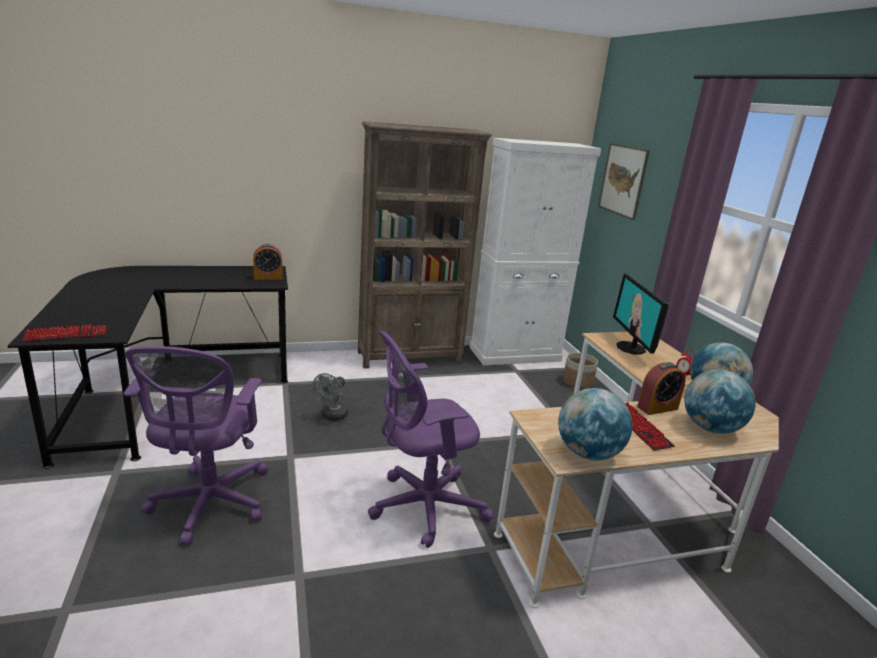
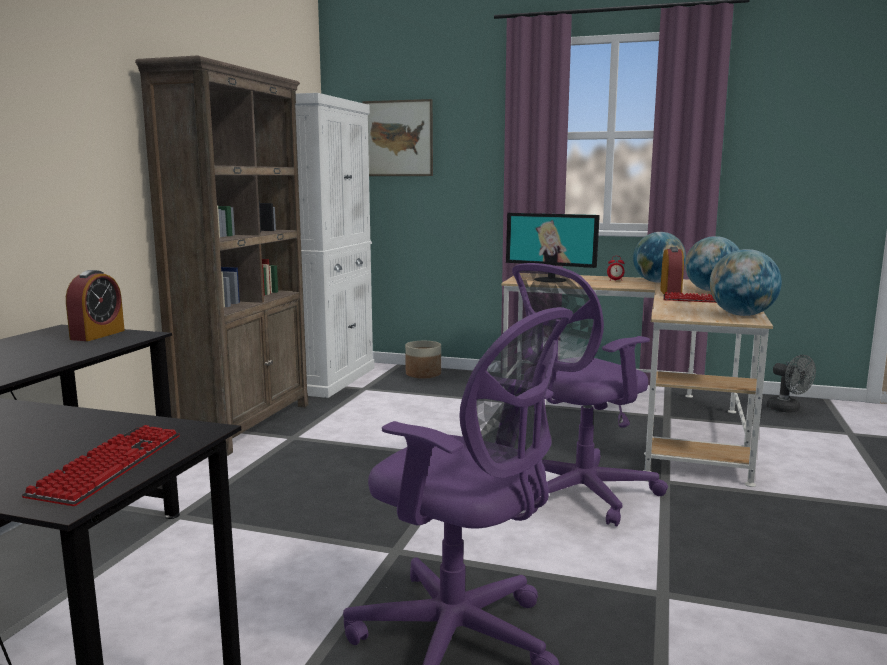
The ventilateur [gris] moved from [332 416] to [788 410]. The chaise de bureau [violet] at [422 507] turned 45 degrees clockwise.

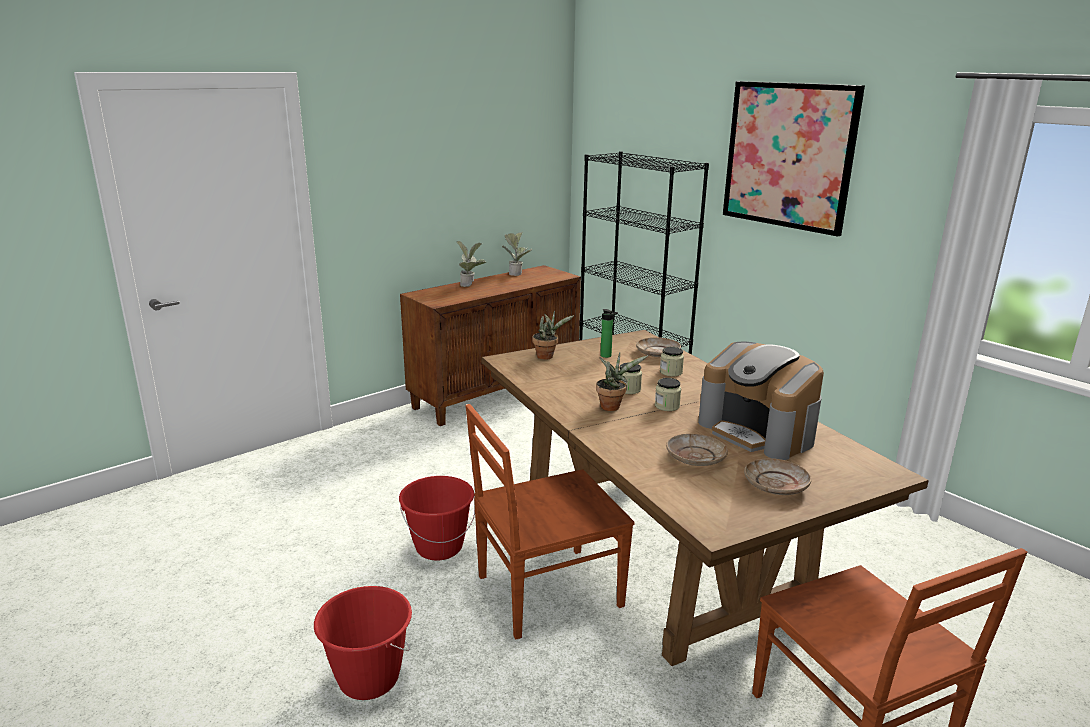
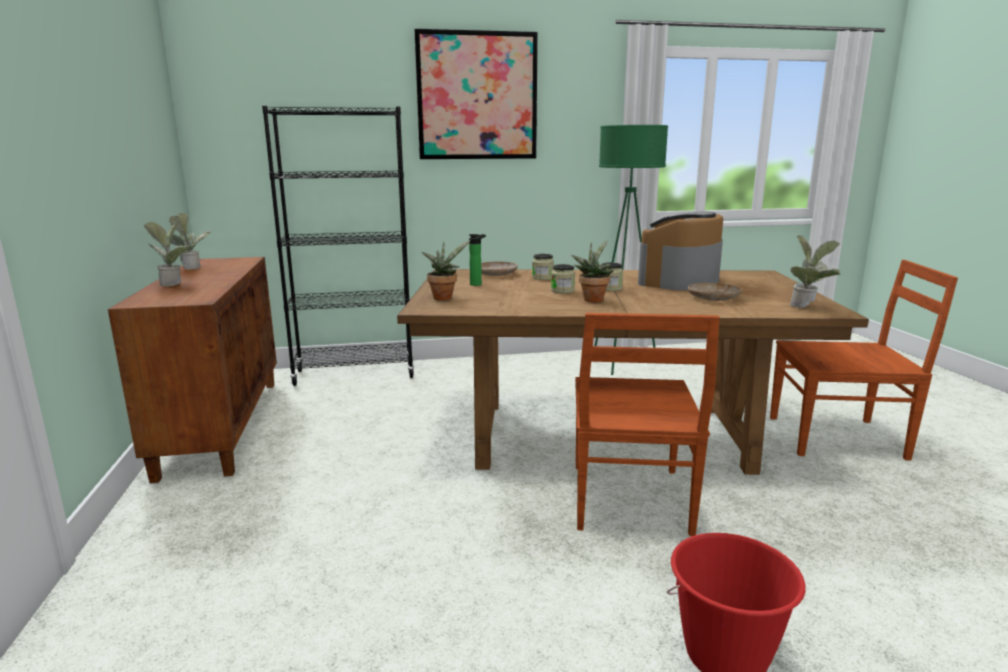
The seau [rouge] at [439 547] disappeared. The assiette [beige] at [776 485] disappeared. The lampadaire [vert] at [621 363] appeared. The plante en pot at [808 307] appeared. The machine à café at [758 431] turned 135 degrees clockwise.

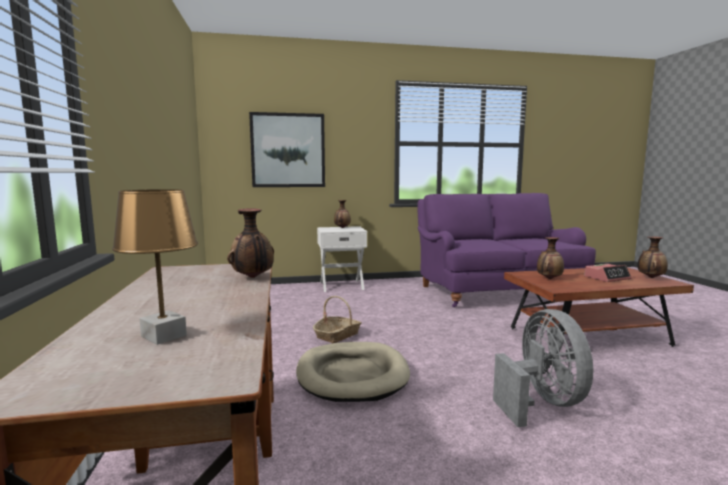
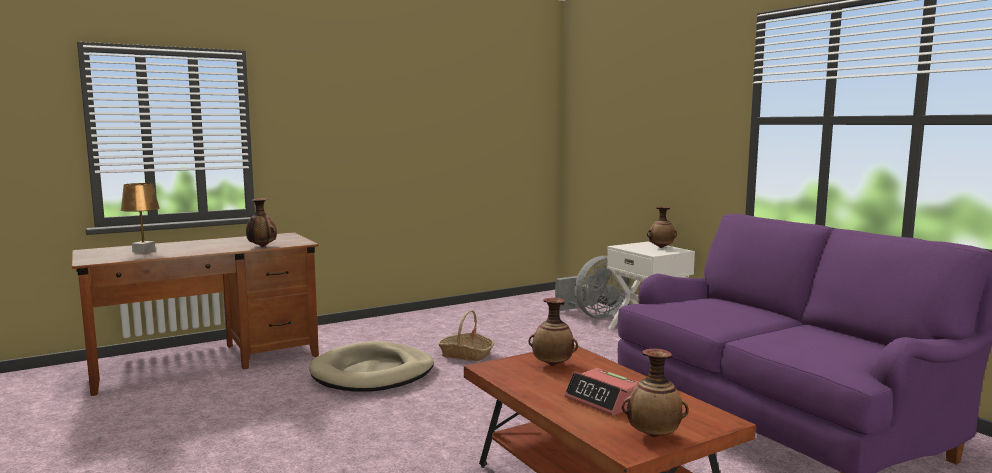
The tableau at [288 150] disappeared. The ventilateur [gris] moved from [541 403] to [594 316].

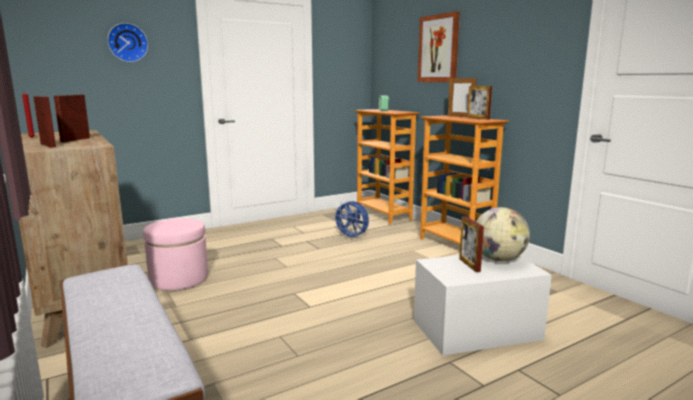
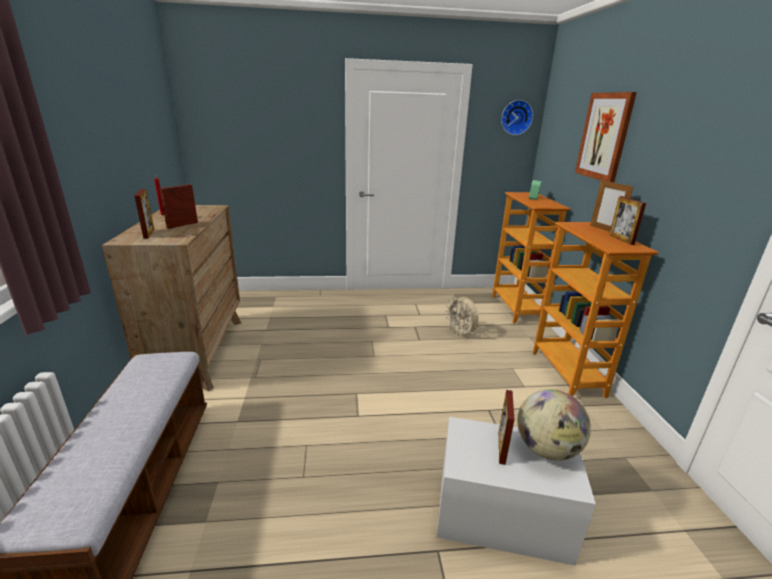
The pouf [rose] at [179 279] disappeared. The horloge murale moved from [127 42] to [516 117]. The ventilateur [bleu] at [352 238] became the ventilateur [beige] at [461 333].

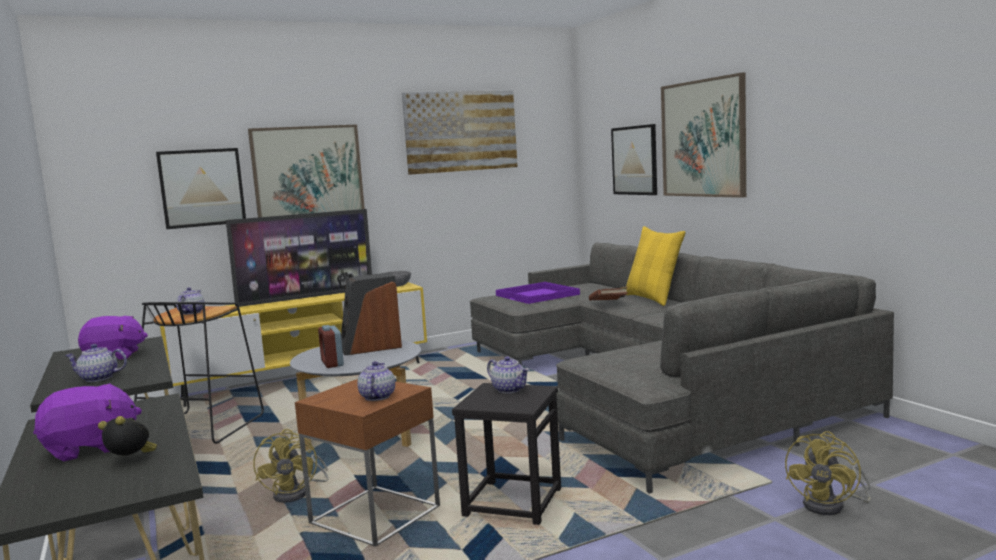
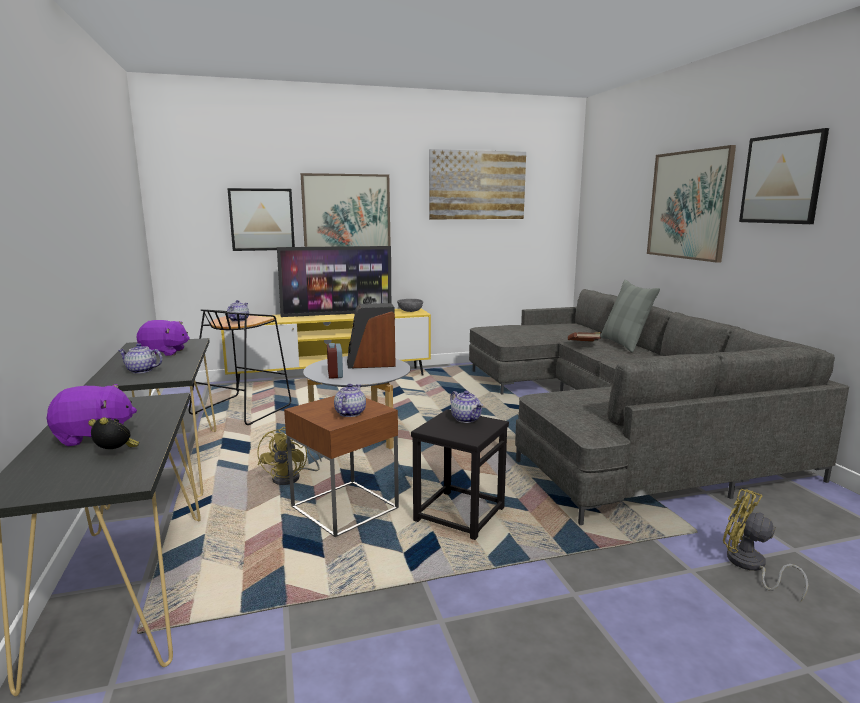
The plateau [violet] at [538 295] disappeared. The tableau moved from [634 160] to [782 179]. The coussin [jaune] at [653 298] became the coussin [gris] at [624 344]. The ventilateur [jaune] at [831 506] turned 90 degrees clockwise.

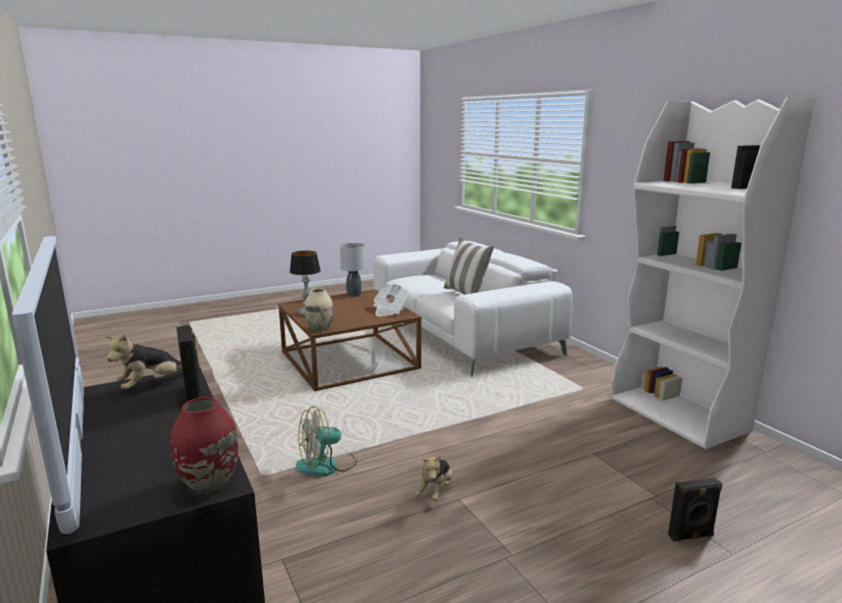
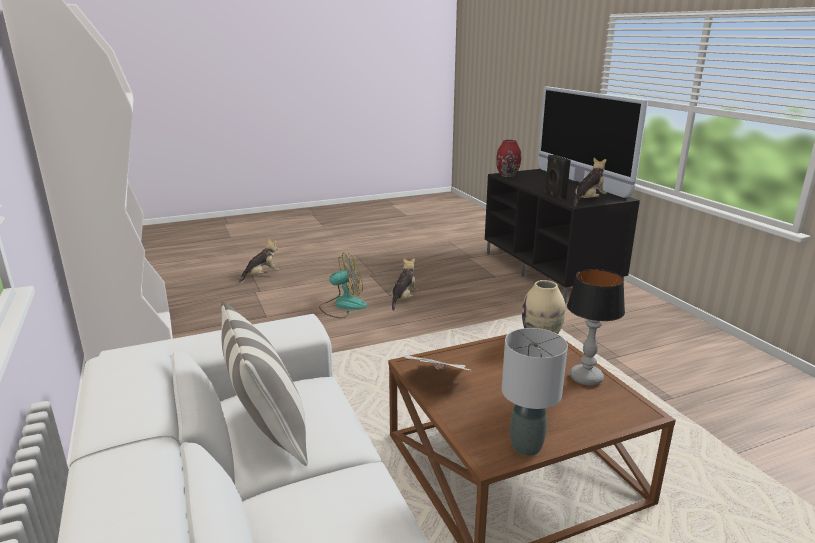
The ventilateur moved from [327 465] to [342 306]. The enceinte [noir] at [691 536] was replaced by the peluche at [261 276].

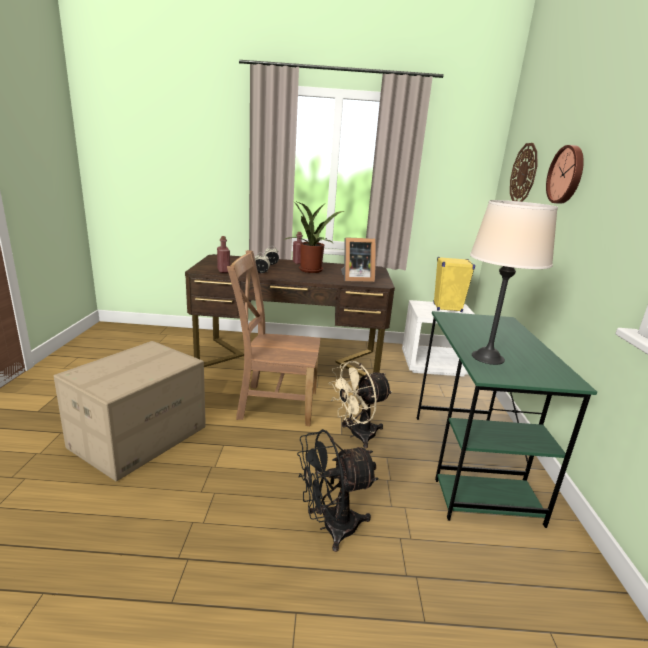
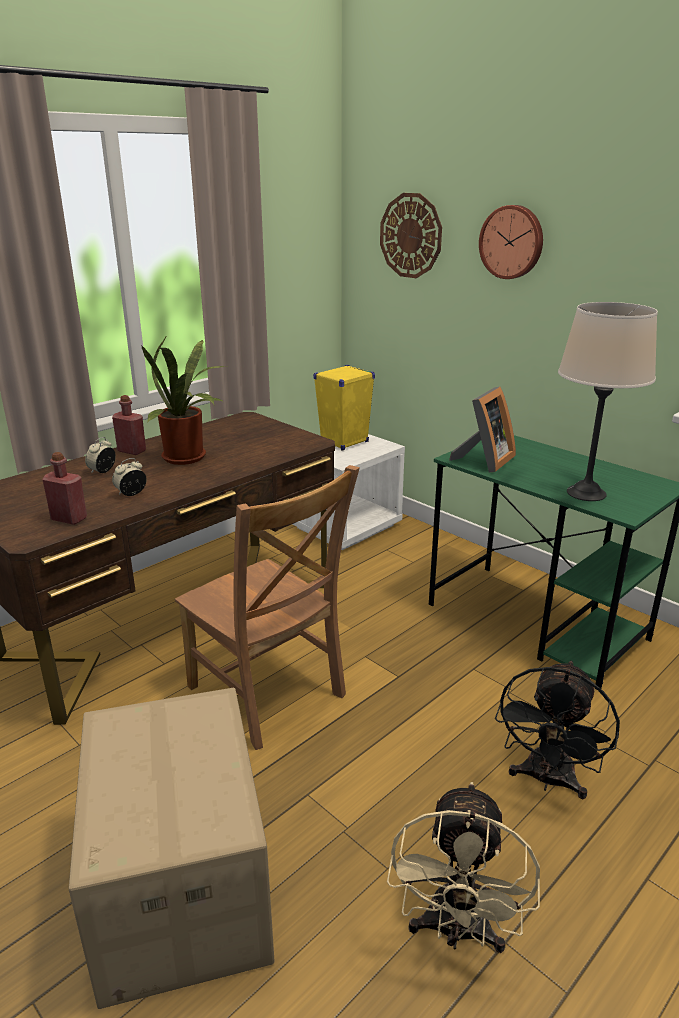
The ventilateur [beige] moved from [356 435] to [456 932]. The cadre photo moved from [355 279] to [484 461]. The chaise [marron] at [274 404] turned 90 degrees counterclockwise.

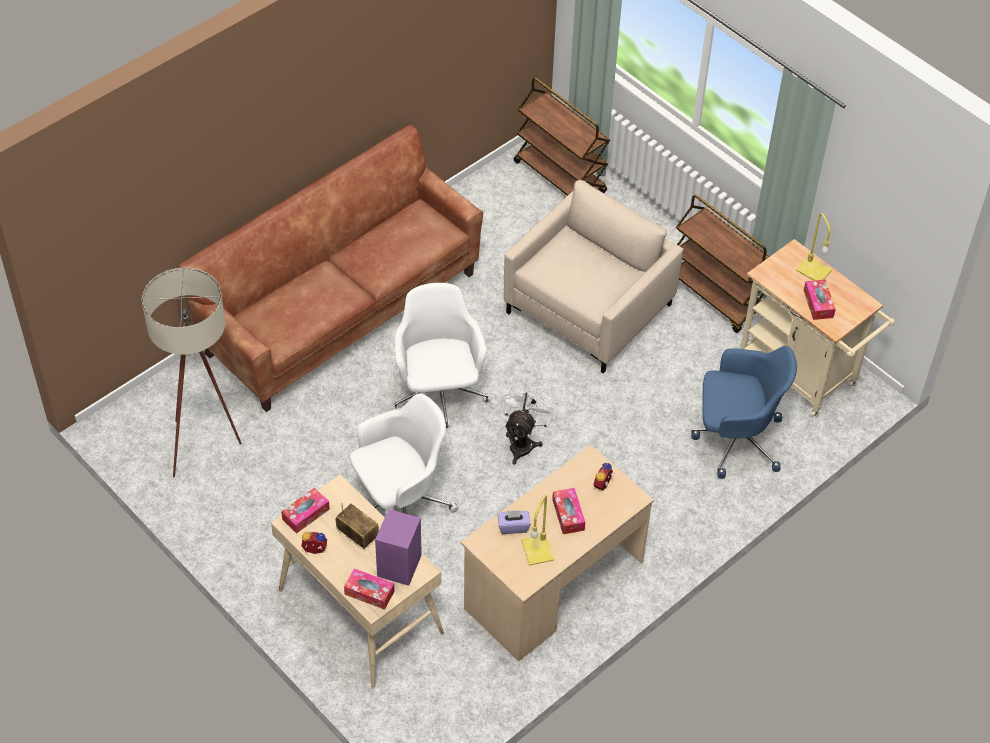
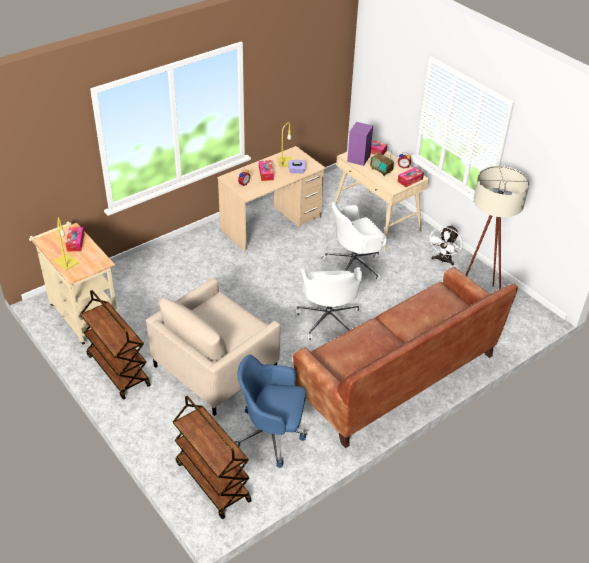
The ventilateur [blanc] moved from [523 442] to [443 260]. The chaise de bureau [bleu] moved from [735 439] to [272 434].

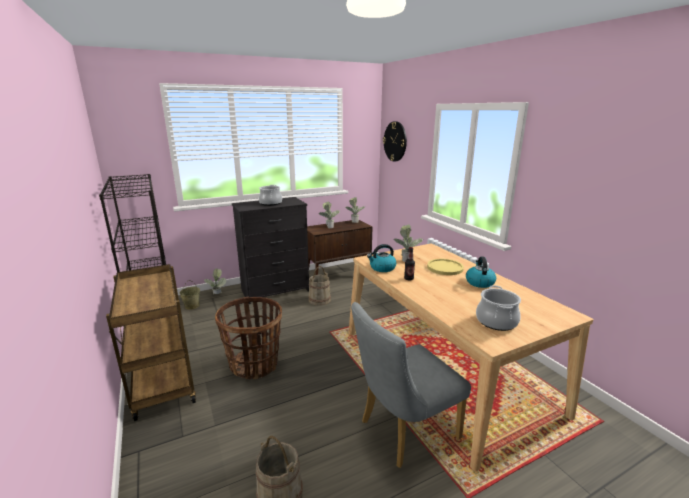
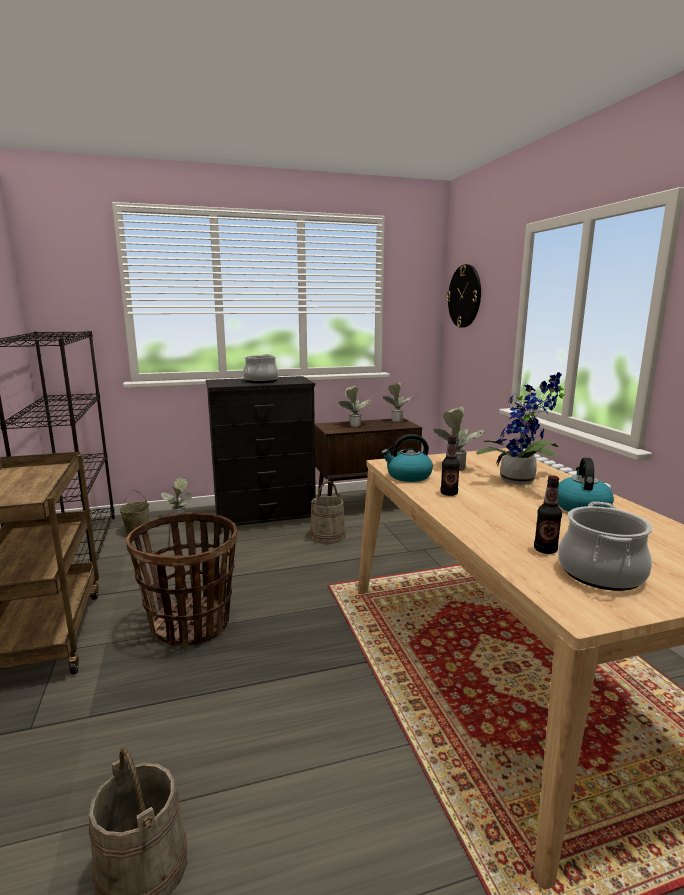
The chaise [gris] at [403 431] disappeared. The bouteille at [545 550] appeared. The assiette [jaune] at [445 268] was replaced by the plante en pot at [521 482].

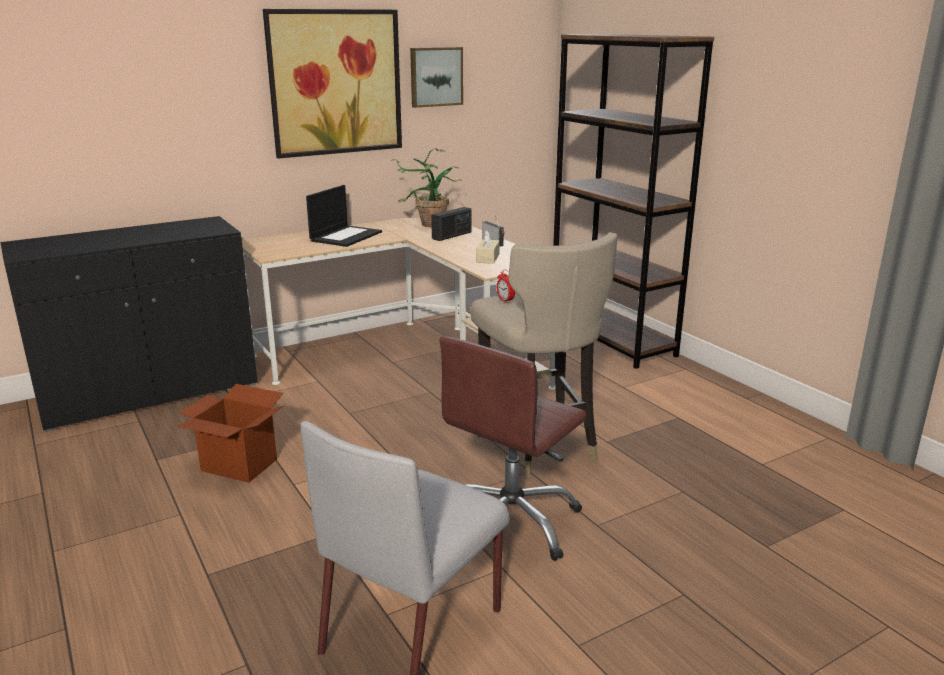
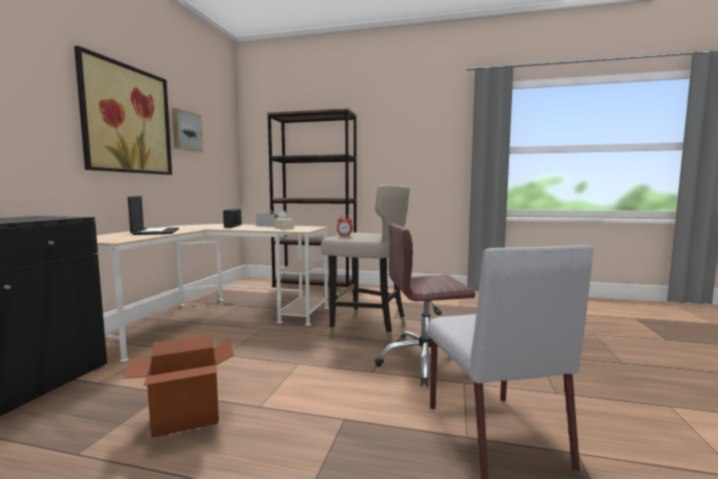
The plante en pot at [427 225] disappeared. The chaise de bureau [marron] at [511 522] turned 90 degrees clockwise.

